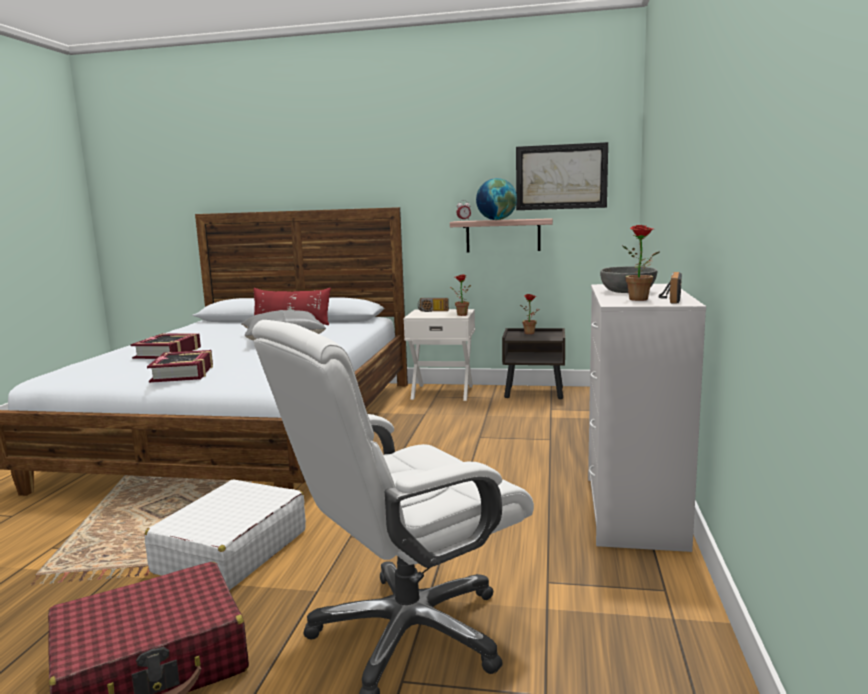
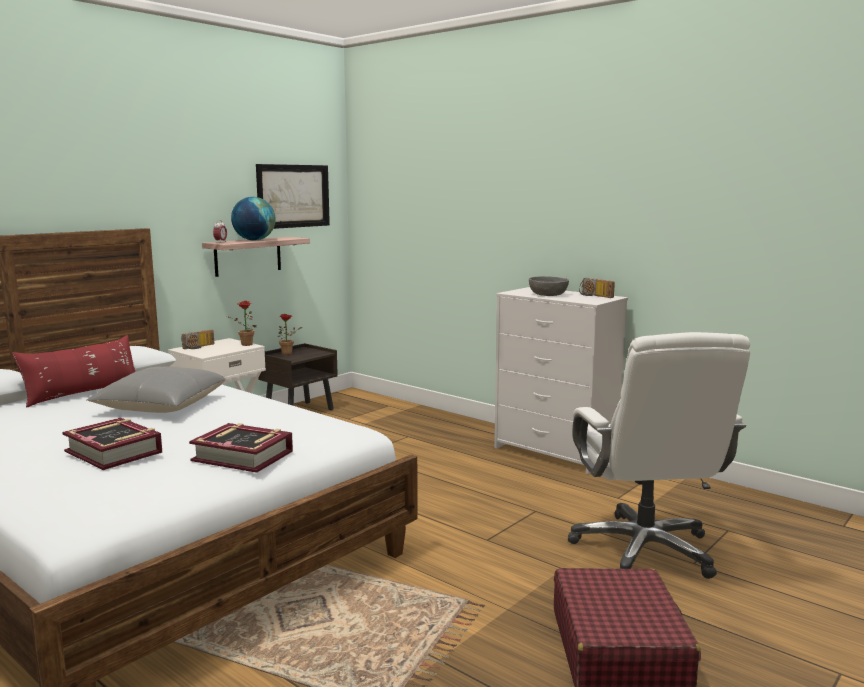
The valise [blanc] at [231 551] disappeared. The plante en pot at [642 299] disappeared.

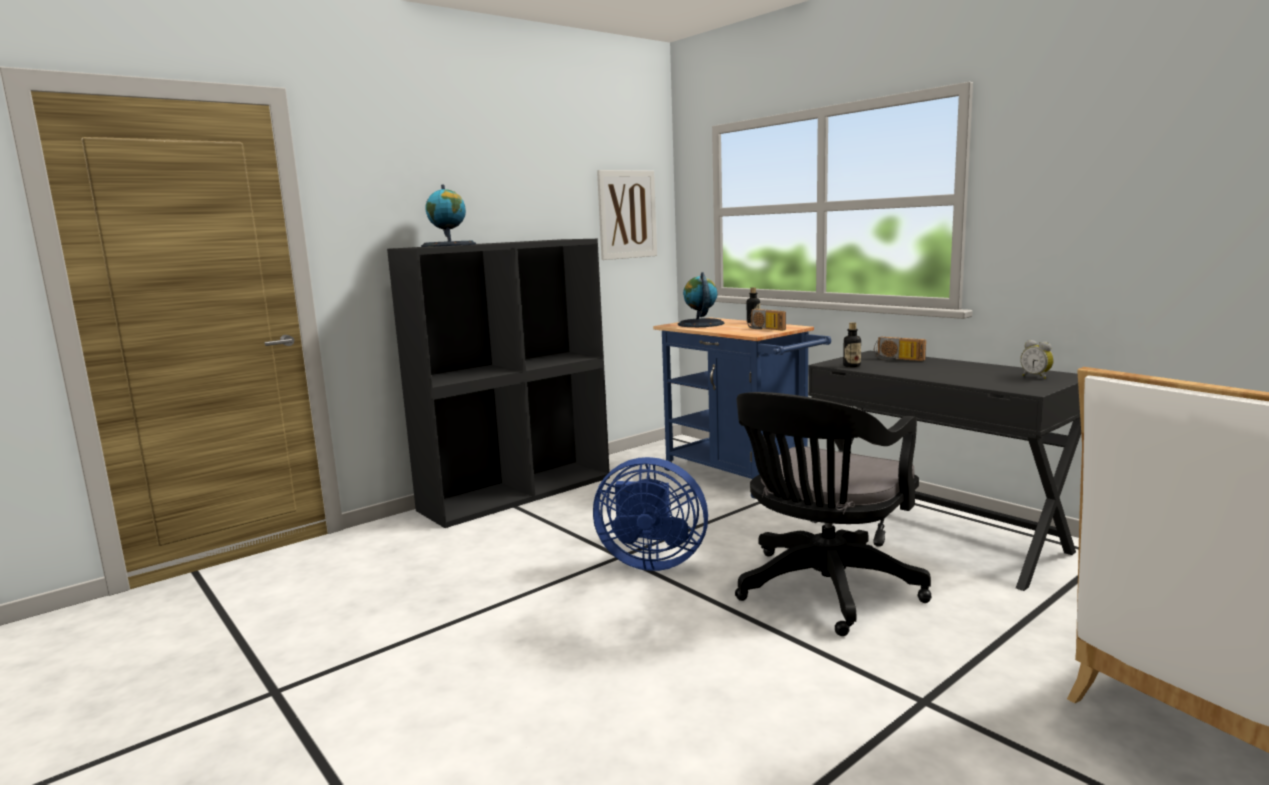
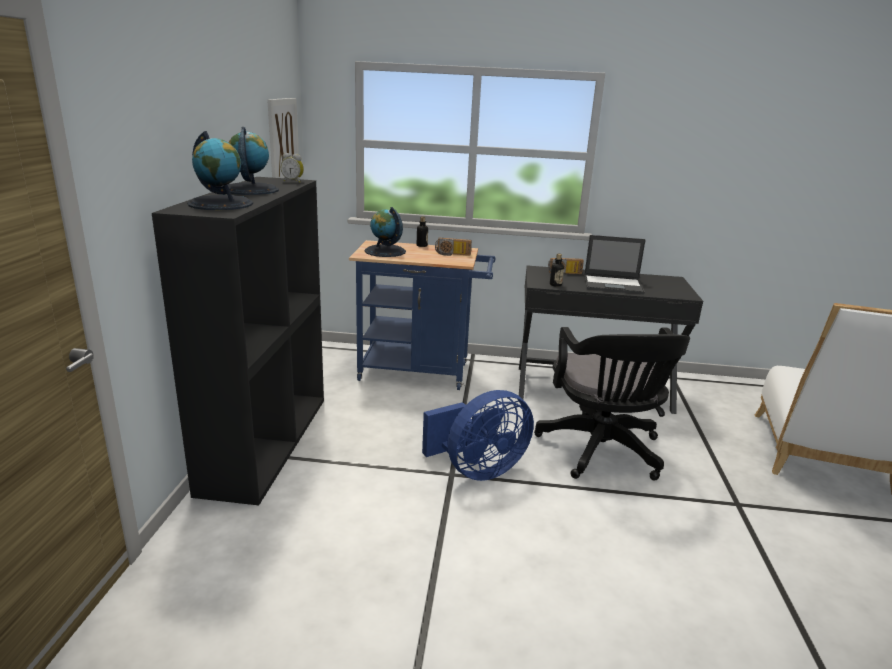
The globe at [250 190] appeared. The ordinateur portable at [613 285] appeared. The réveil moved from [1036 376] to [293 181].

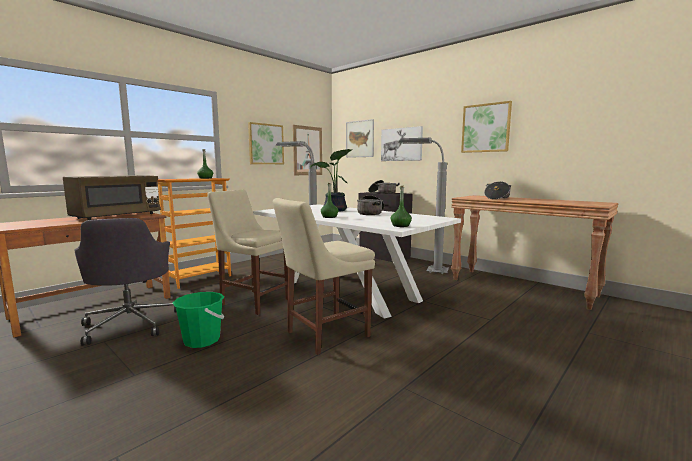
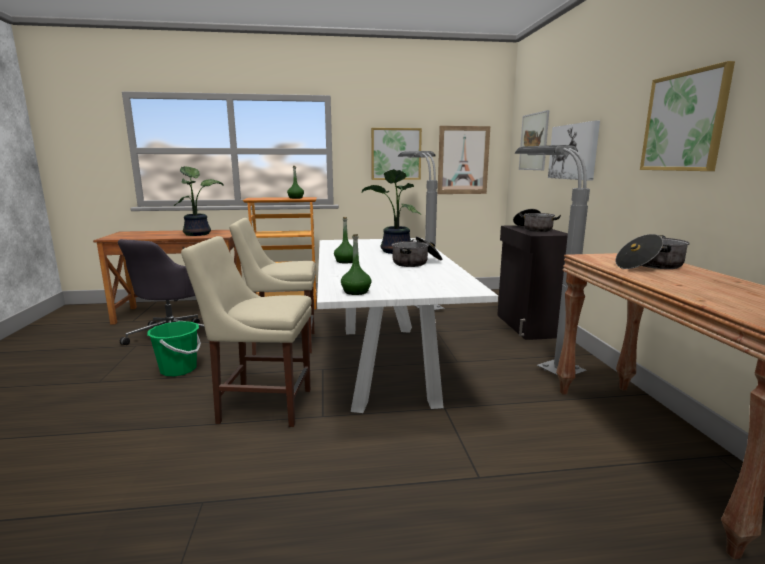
The micro-ondes [marron] at [116 216] was replaced by the plante en pot at [198 234]. The chaise [beige] at [253 301] turned 75 degrees counterclockwise.

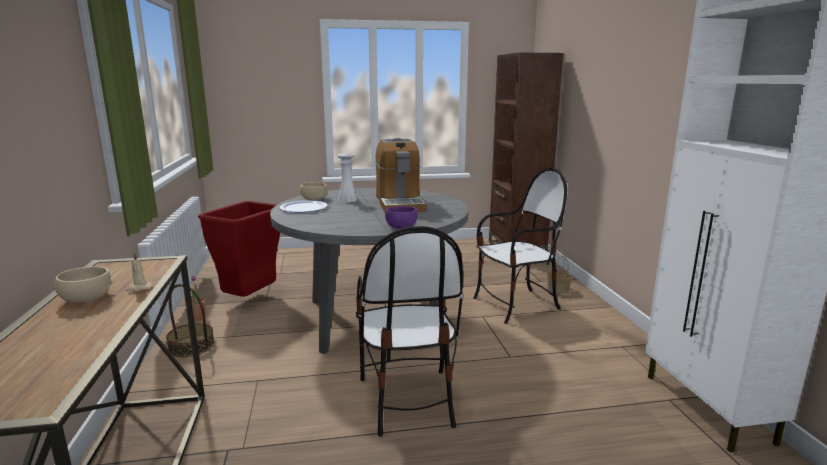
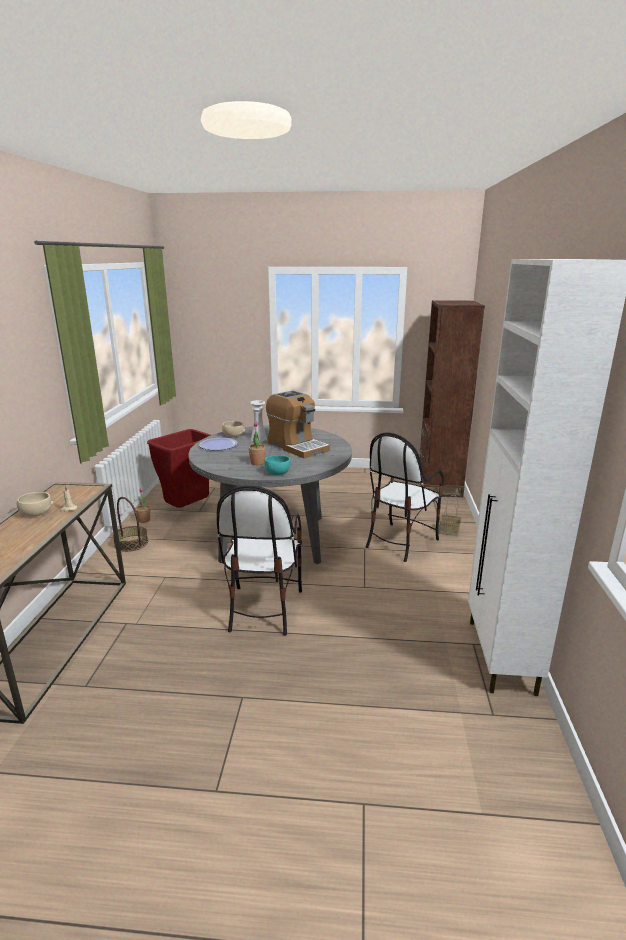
The plante en pot at [257 462] appeared. The bol [violet] at [401 226] became the bol [turquoise] at [277 472]. The machine à café at [399 203] turned 45 degrees counterclockwise. The chaise at [516 305] turned 135 degrees clockwise.

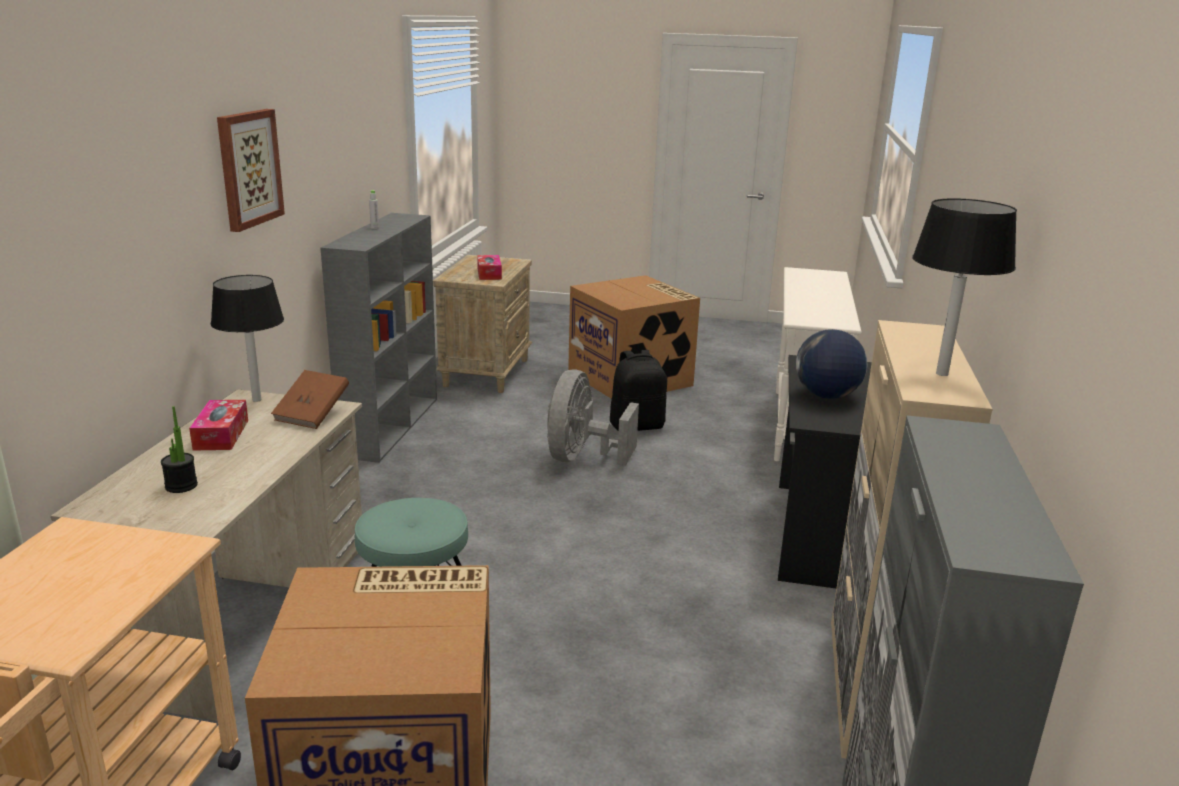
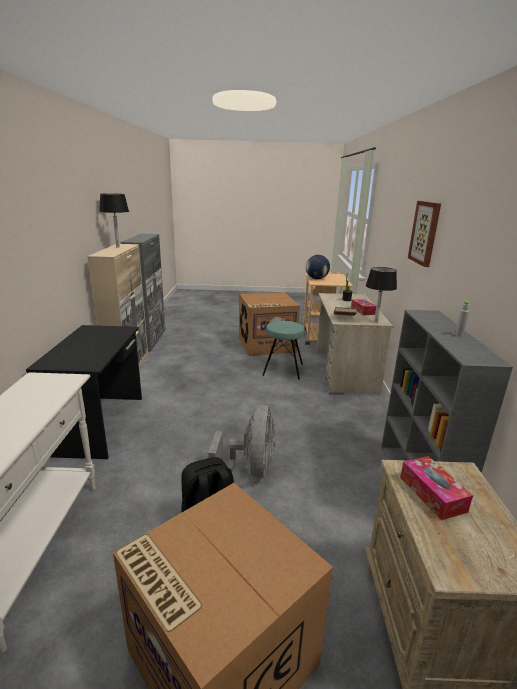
The globe moved from [826 396] to [316 279].

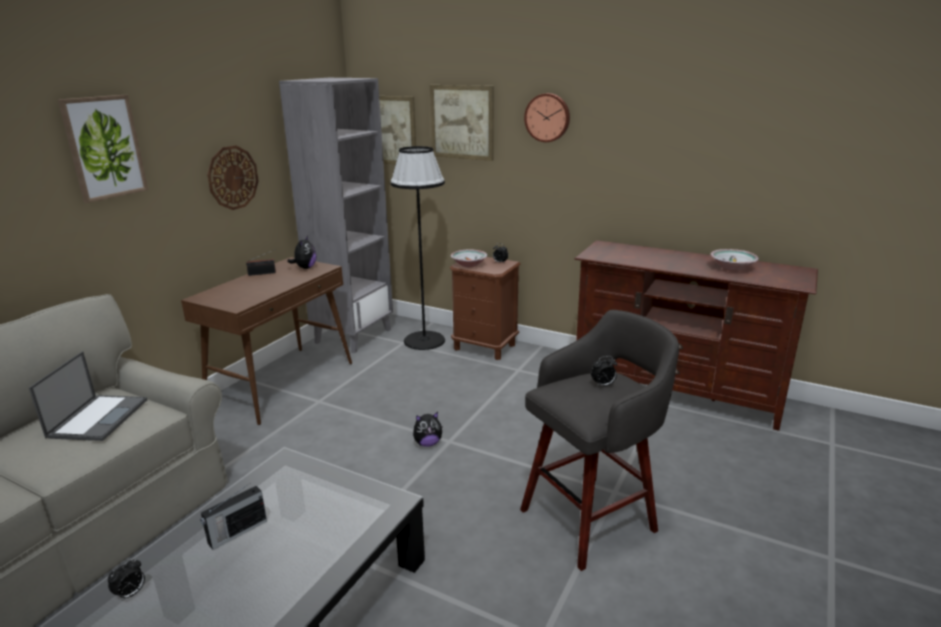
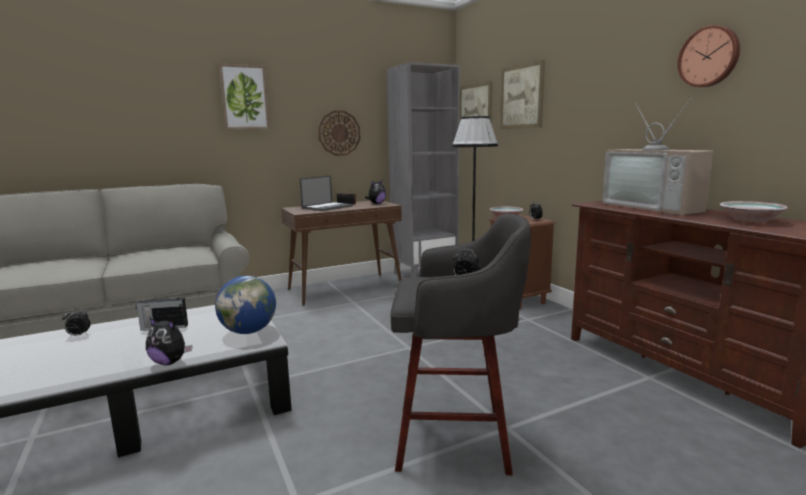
The globe at [249 331] appeared. The téléviseur at [655 207] appeared. The ordinateur portable moved from [98 417] to [327 207]. The peluche moved from [427 443] to [170 362]. The horloge murale moved from [547 117] to [709 57].

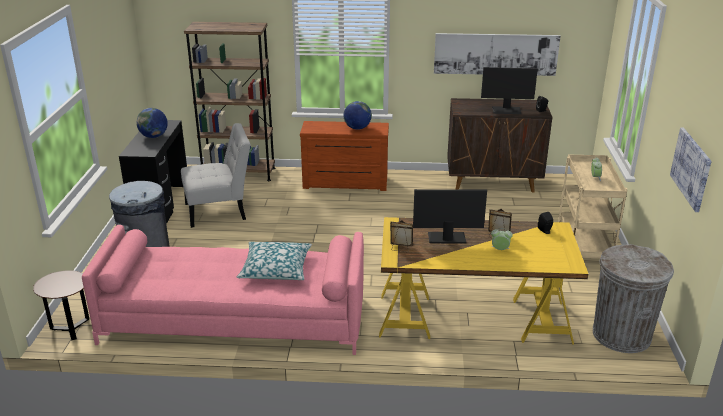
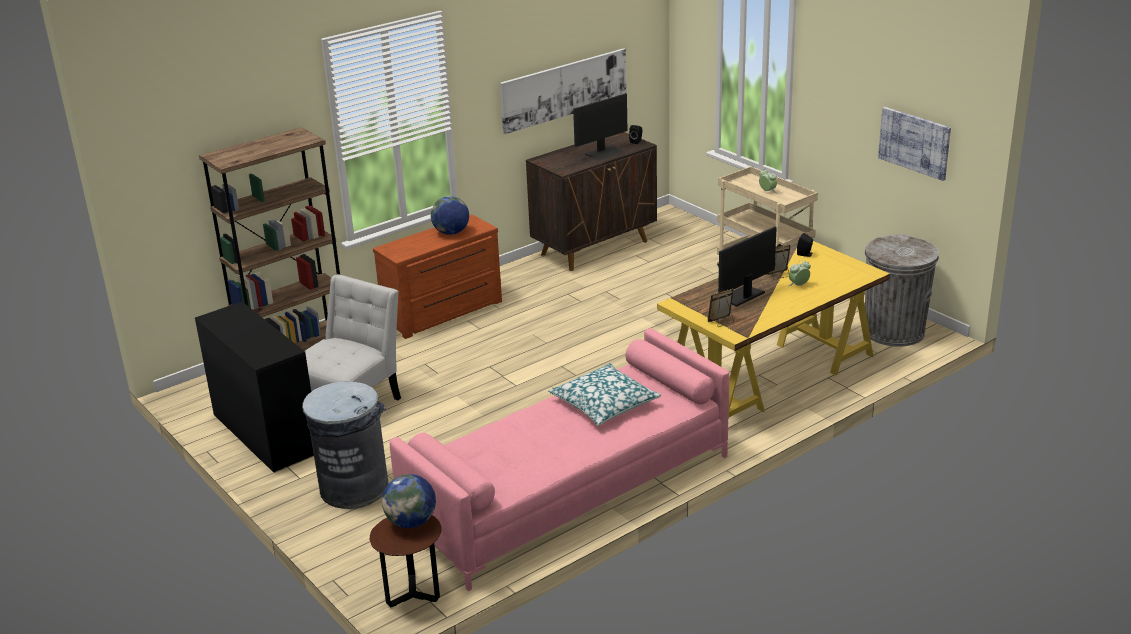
The globe moved from [154 136] to [411 522].

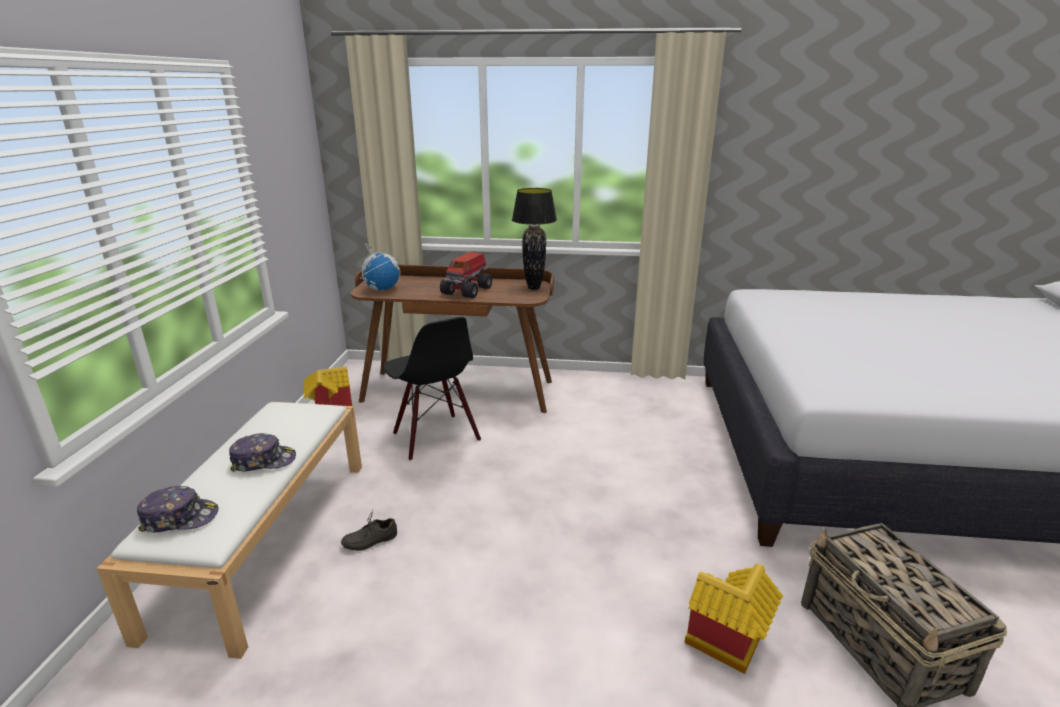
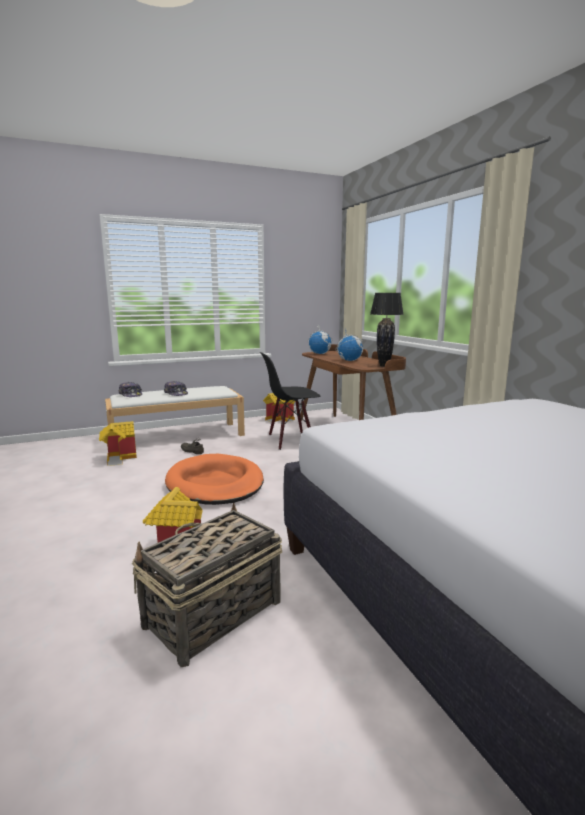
The maison miniature at [119 458] appeared. The panier pour chien [orange] at [215 484] appeared. The camion jouet at [467 290] was replaced by the globe at [349 360]. The chaise [noir] at [435 437] turned 45 degrees clockwise.

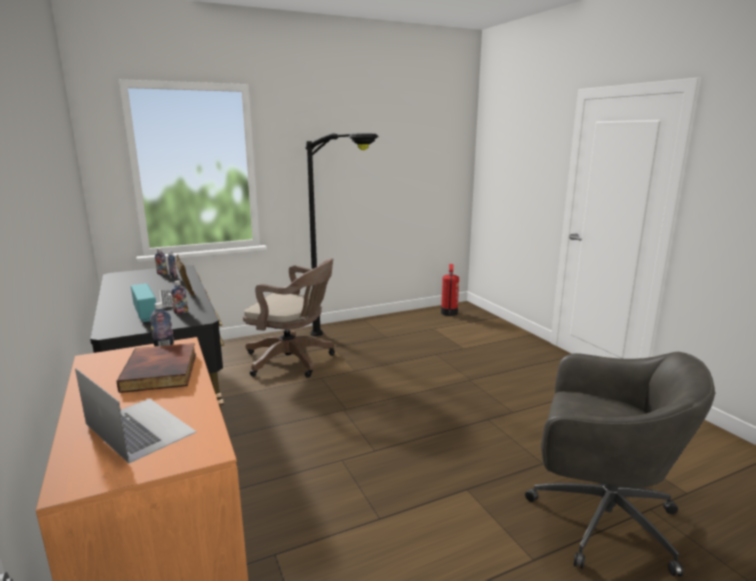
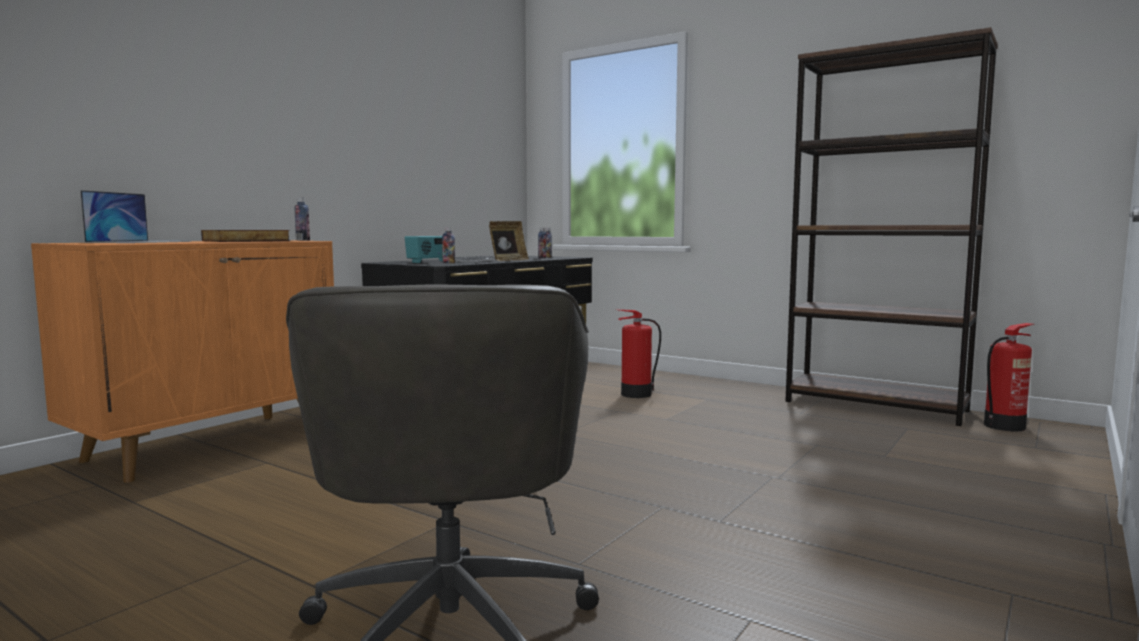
The lampadaire [noir] at [350 341] disappeared. The bibliothèque [marron] at [875 406] appeared. The chaise de bureau [marron] at [293 361] was replaced by the extincteur at [635 394].

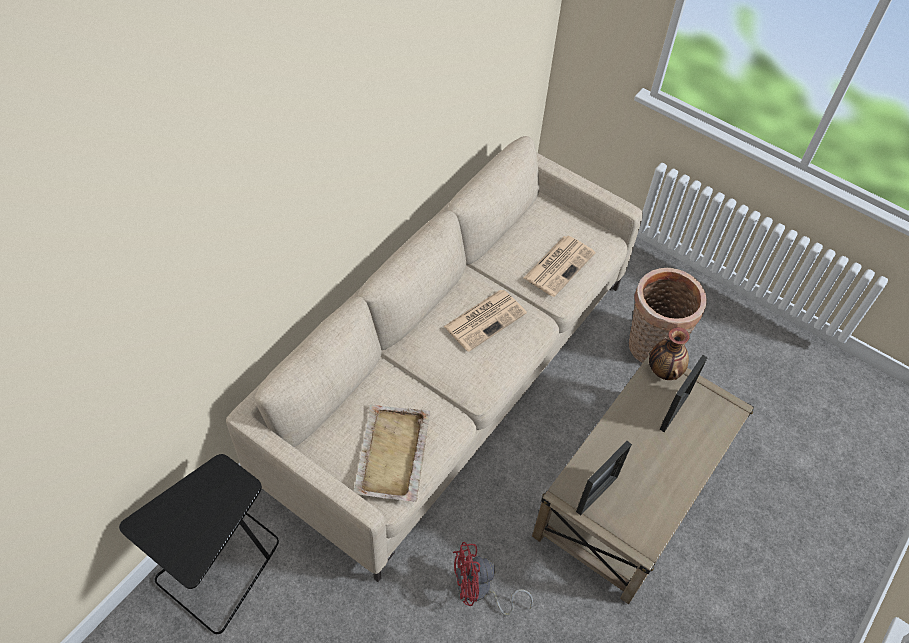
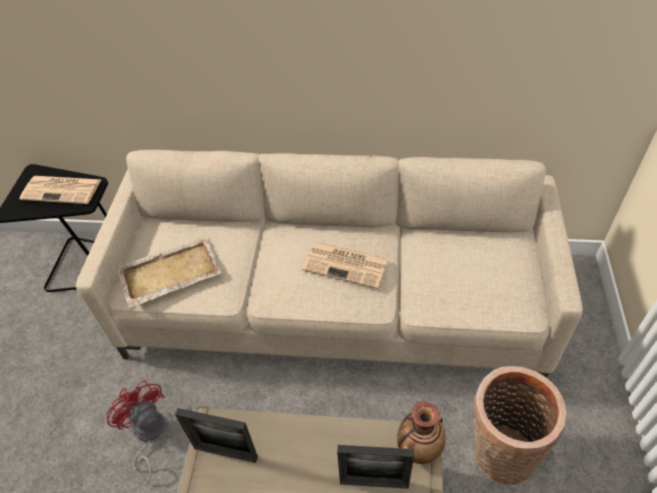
The journal moved from [559 265] to [63 189].

